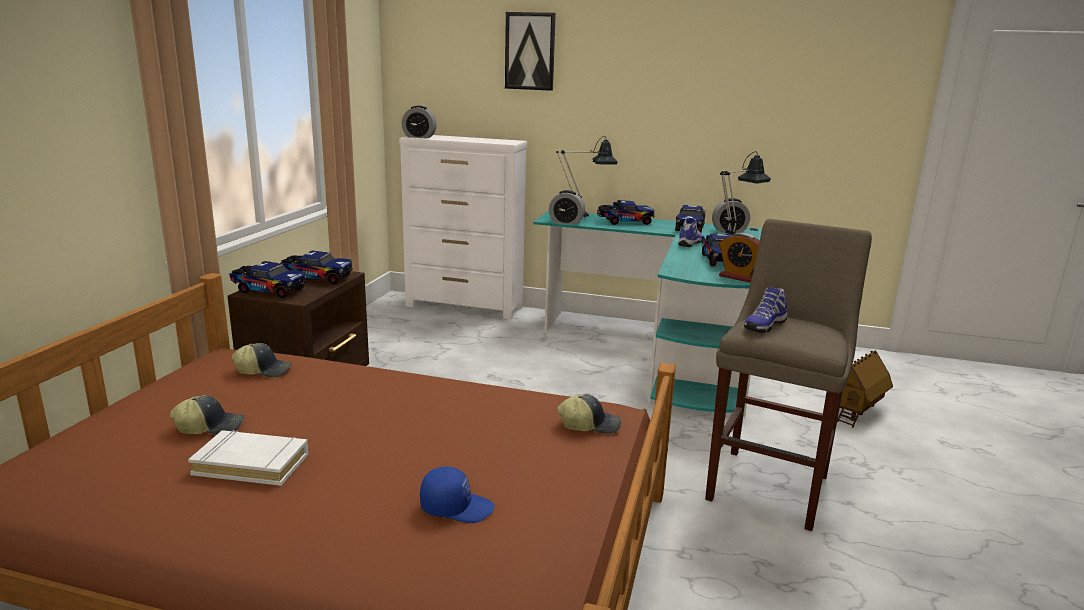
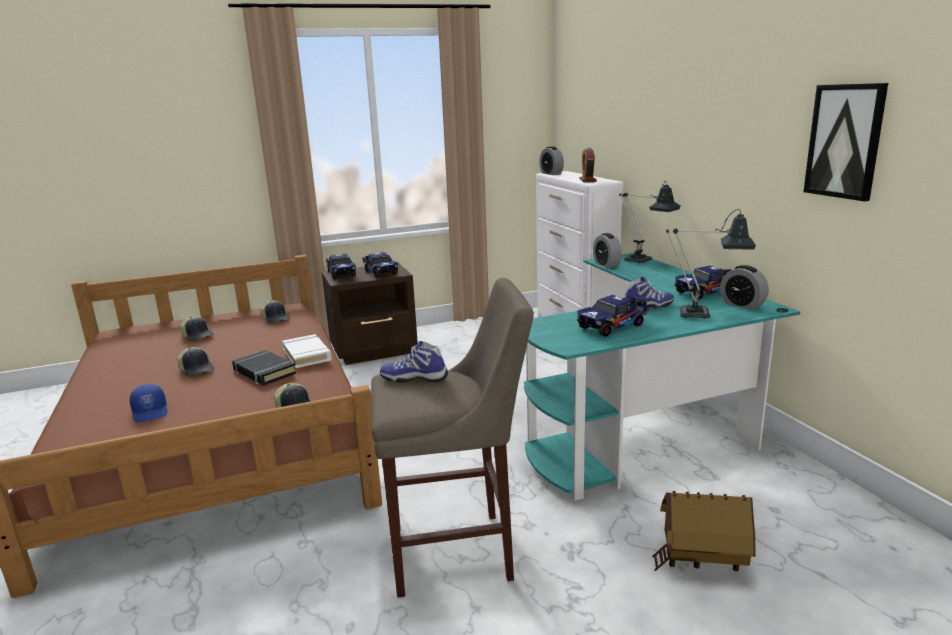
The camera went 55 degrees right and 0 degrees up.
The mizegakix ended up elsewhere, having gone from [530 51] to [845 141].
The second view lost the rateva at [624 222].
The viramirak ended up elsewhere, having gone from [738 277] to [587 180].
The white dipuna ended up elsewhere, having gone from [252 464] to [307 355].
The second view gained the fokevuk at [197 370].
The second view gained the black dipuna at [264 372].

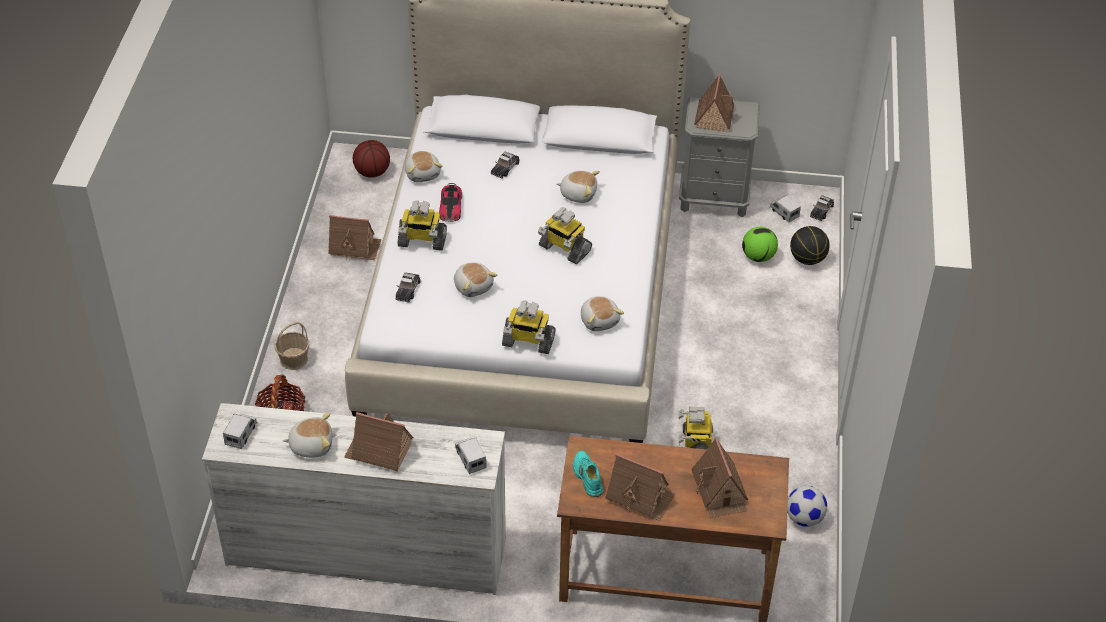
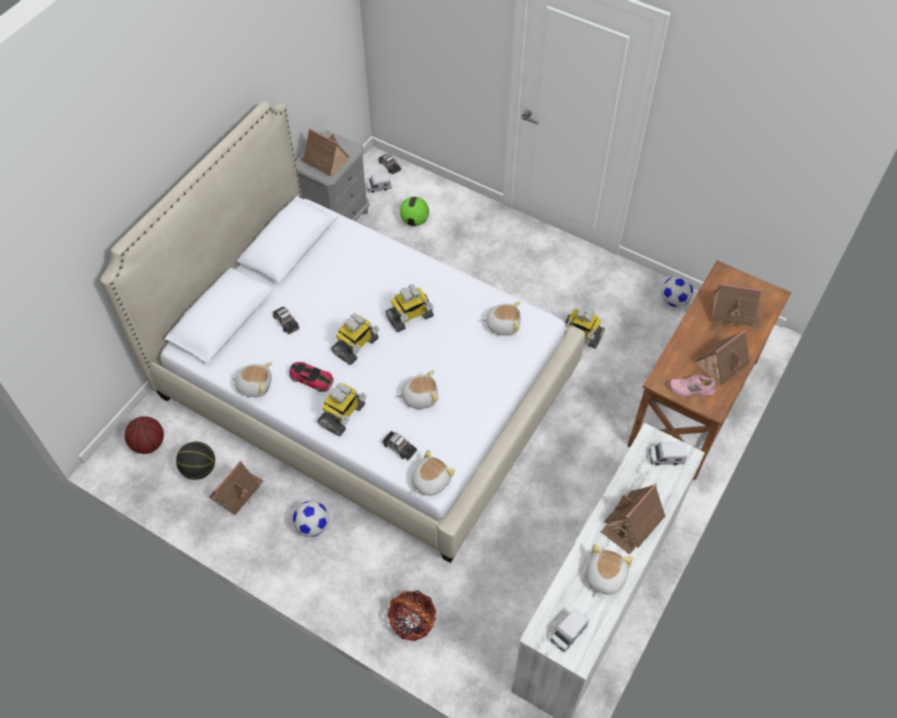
The camera went 65 degrees left and 10 degrees up.
The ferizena ended up elsewhere, having gone from [578 193] to [430 481].
The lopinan ended up elsewhere, having gone from [807 259] to [199 469].
The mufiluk ended up elsewhere, having gone from [528 342] to [356 346].
The second view lost the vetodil at [293 359].
The rateva at [241 434] ended up facing another way, 90 degrees counterclockwise from before.
What was the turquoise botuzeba at [587 477] turned into the pink botuzeba at [691 389].
The second view gained the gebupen at [312 526].

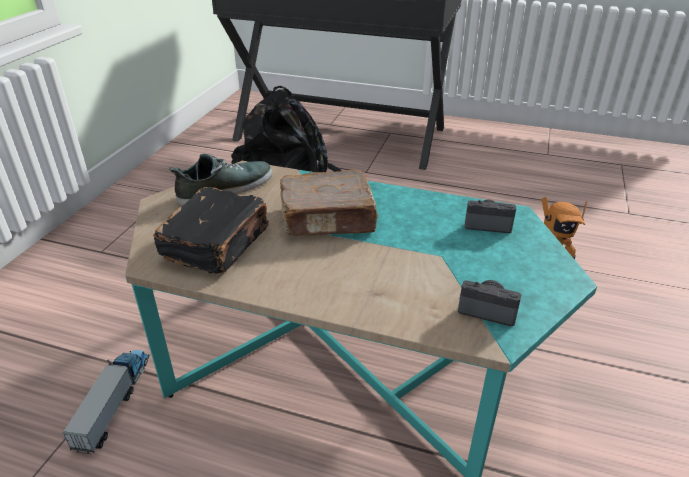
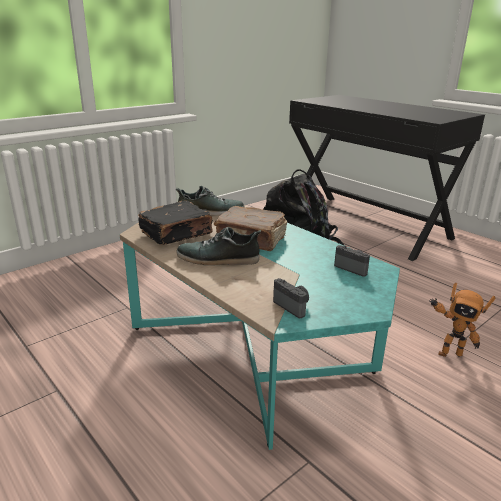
The camera went 30 degrees right and 10 degrees down.
The second view lost the rateva at [115 402].
The second view gained the botuzeba at [218 259].

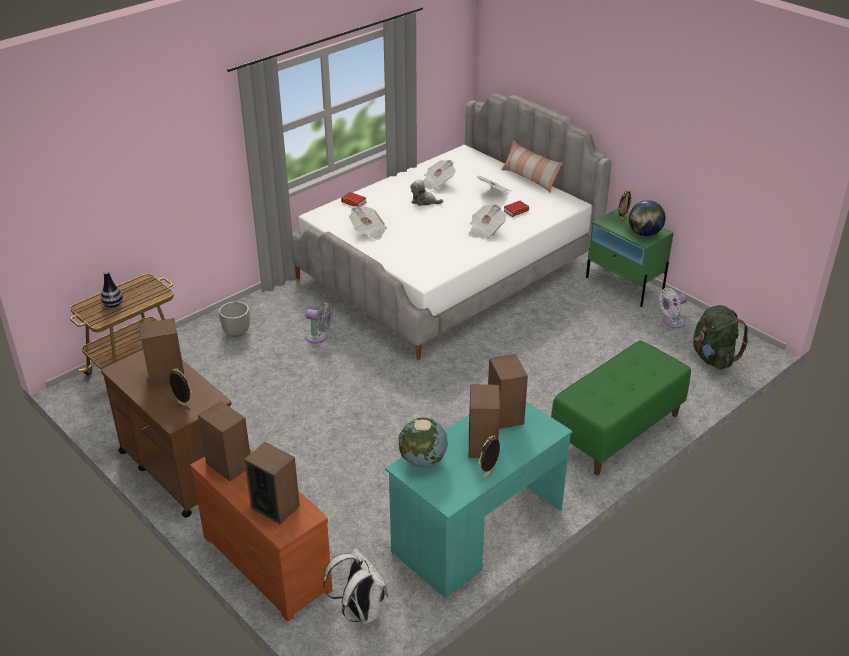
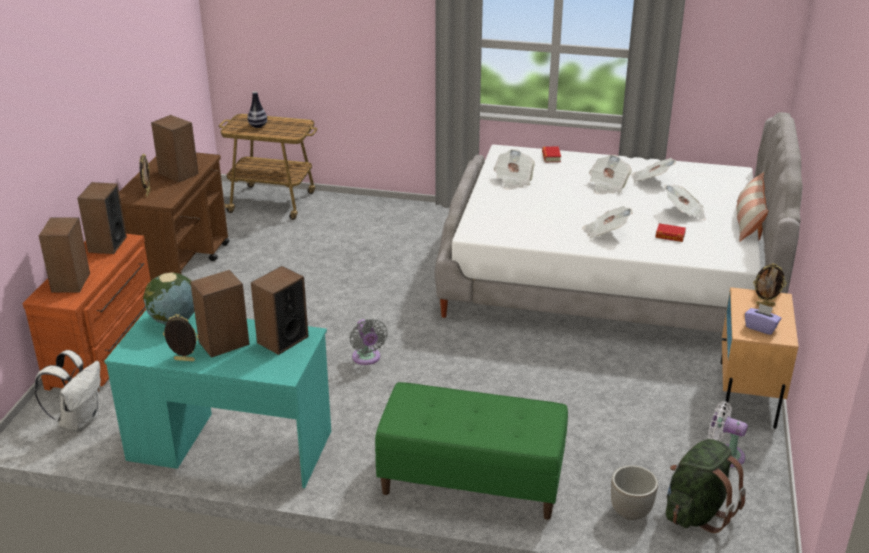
The camera went 55 degrees right and 5 degrees down.
Where the ferizena stood at [424 201], the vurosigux came to stand at [607 186].
Where the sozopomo stood at [644 233], the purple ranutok came to stand at [761 327].
What was the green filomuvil at [624 285] turned into the beige filomuvil at [747 394].
The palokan ended up elsewhere, having gone from [236 332] to [630 511].
The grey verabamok ended up elsewhere, having gone from [319 337] to [367 358].

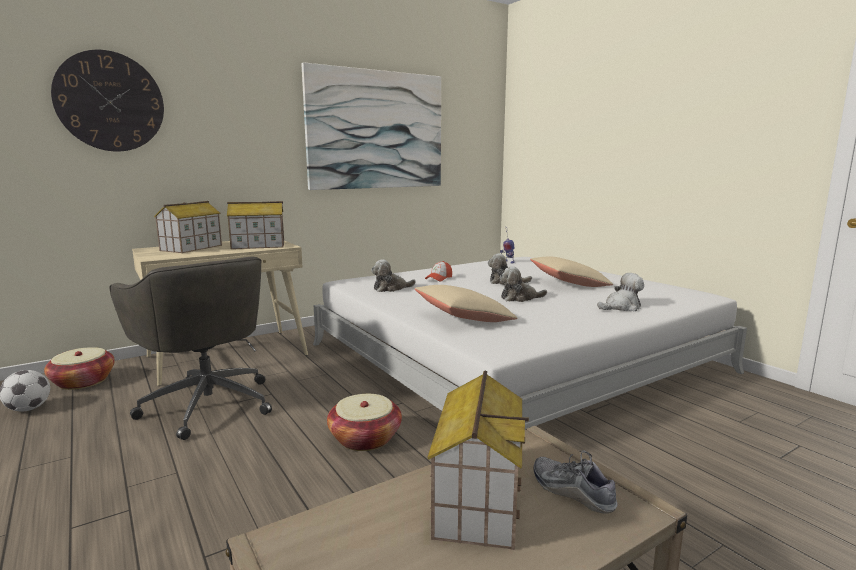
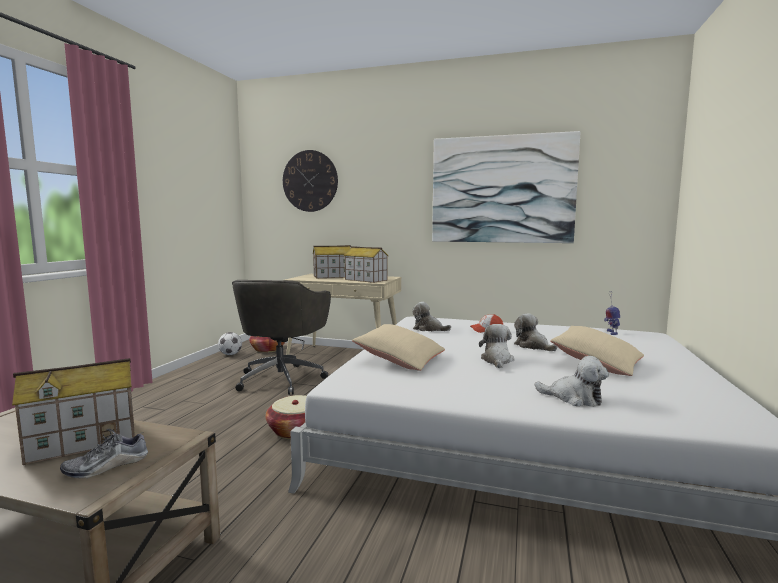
The camera went 50 degrees right and 5 degrees down.
The ferizena at [519 298] ended up facing another way, 60 degrees clockwise from before.
The botuzeba at [572 491] ended up facing another way, 135 degrees counterclockwise from before.

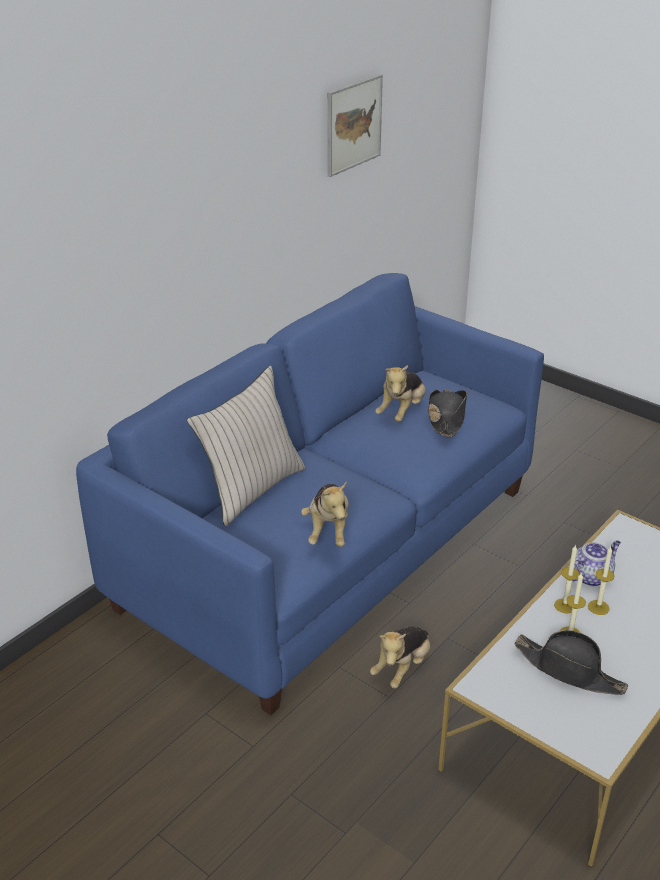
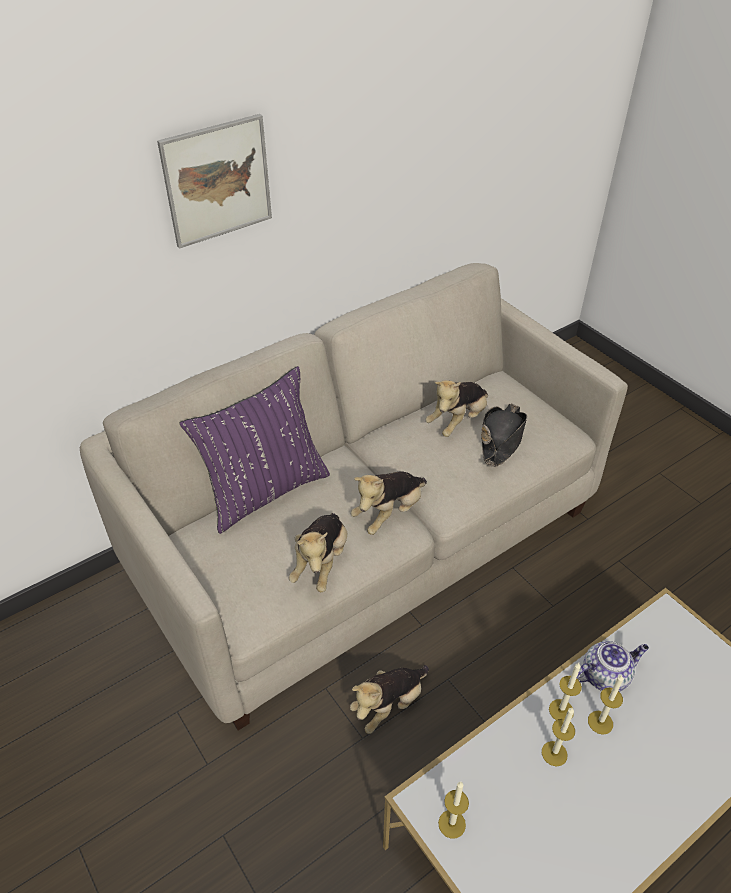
The camera went 15 degrees right and 10 degrees up.
The mizegakix ended up elsewhere, having gone from [353 124] to [217 181].
What was the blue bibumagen at [330 547] turned into the beige bibumagen at [366 540].
What was the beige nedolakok at [251 489] turned into the purple nedolakok at [265 491].
The second view lost the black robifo at [569 670].
The second view gained the ferizena at [389 513].
The second view gained the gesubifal at [452 824].

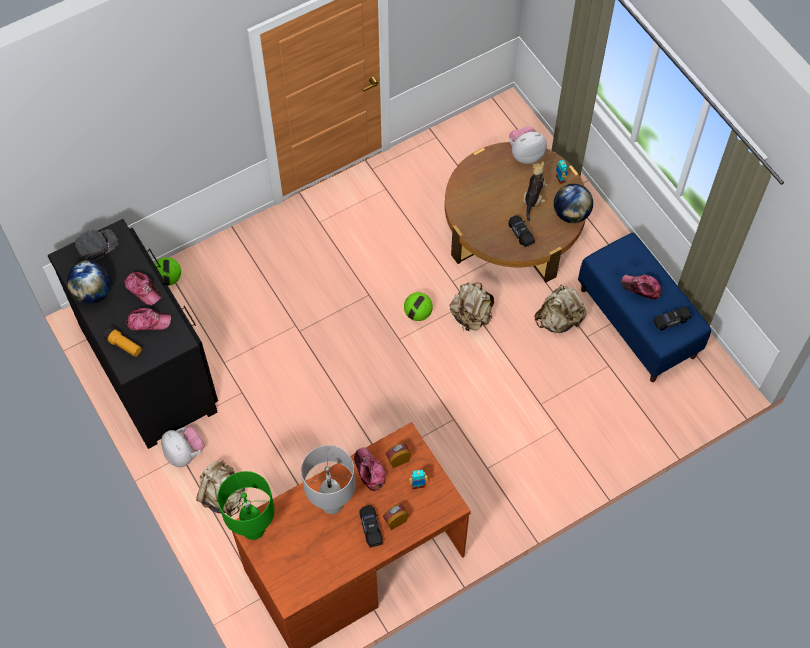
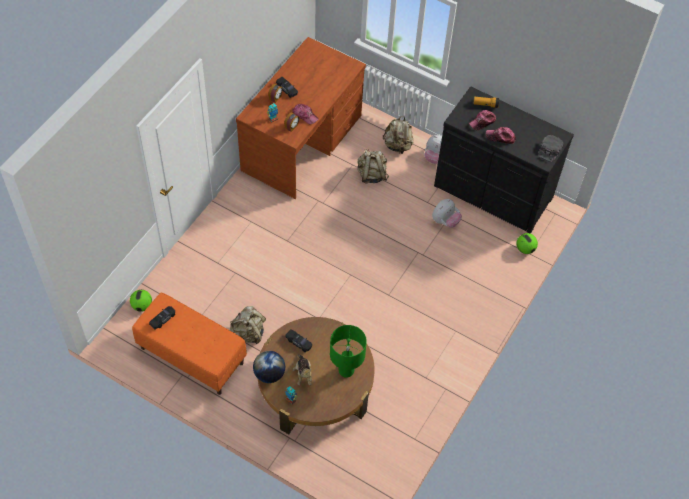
The camera went 150 degrees right and 5 degrees down.
The ferizena ended up elsewhere, having gone from [525 154] to [445 221].
What was the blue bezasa at [638 323] turned into the orange bezasa at [191 356].
The second view lost the sozopomo at [94 292].
The second view lost the fokevuk at [641 288].
The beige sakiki ended up elsewhere, having gone from [471 317] to [371 175].
The gebupen ended up elsewhere, having gone from [418 313] to [142 306].
The second view lost the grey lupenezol at [331 504].
The green lupenezol ended up elsewhere, having gone from [254 529] to [346 371].

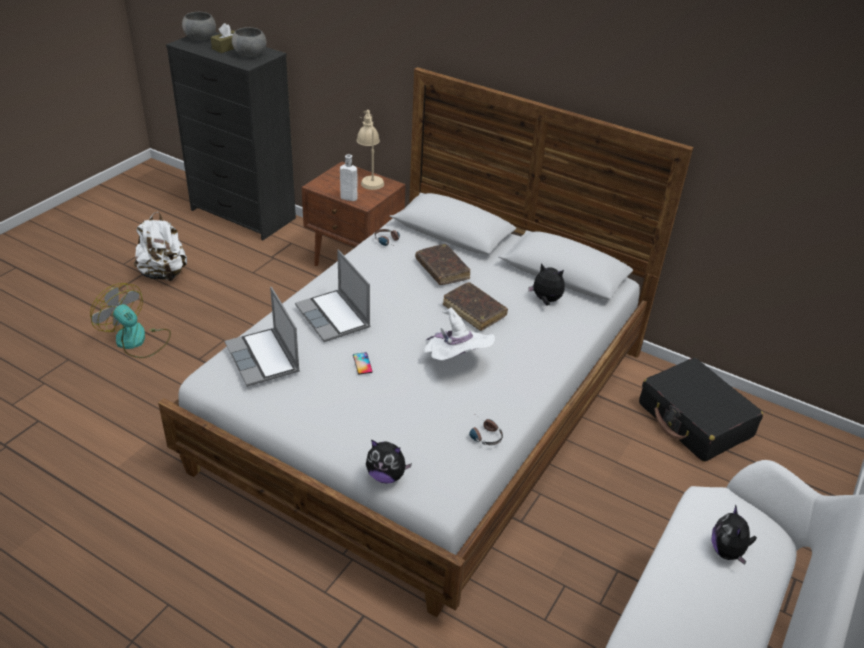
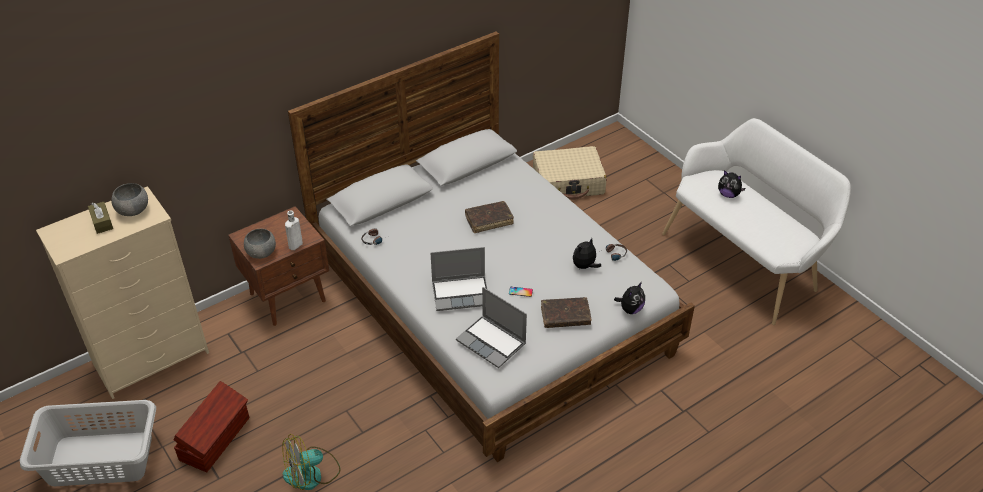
The camera went 65 degrees left and 5 degrees up.
The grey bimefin ended up elsewhere, having gone from [200 38] to [261 252].
What was the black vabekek at [244 214] turned into the beige vabekek at [152 358].
The second view lost the beige lupenezol at [369 178].
Where the white sakiki stood at [164 274], the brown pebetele came to stand at [216 438].
The brown dipuna ended up elsewhere, having gone from [442 270] to [565 316].
The ferizena ended up elsewhere, having gone from [546 300] to [584 266].
The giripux at [264 359] ended up facing another way, 45 degrees clockwise from before.
The second view lost the white robifo at [456 361].
What was the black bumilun at [695 420] turned into the beige bumilun at [568 182].
The second view gained the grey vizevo at [100 458].

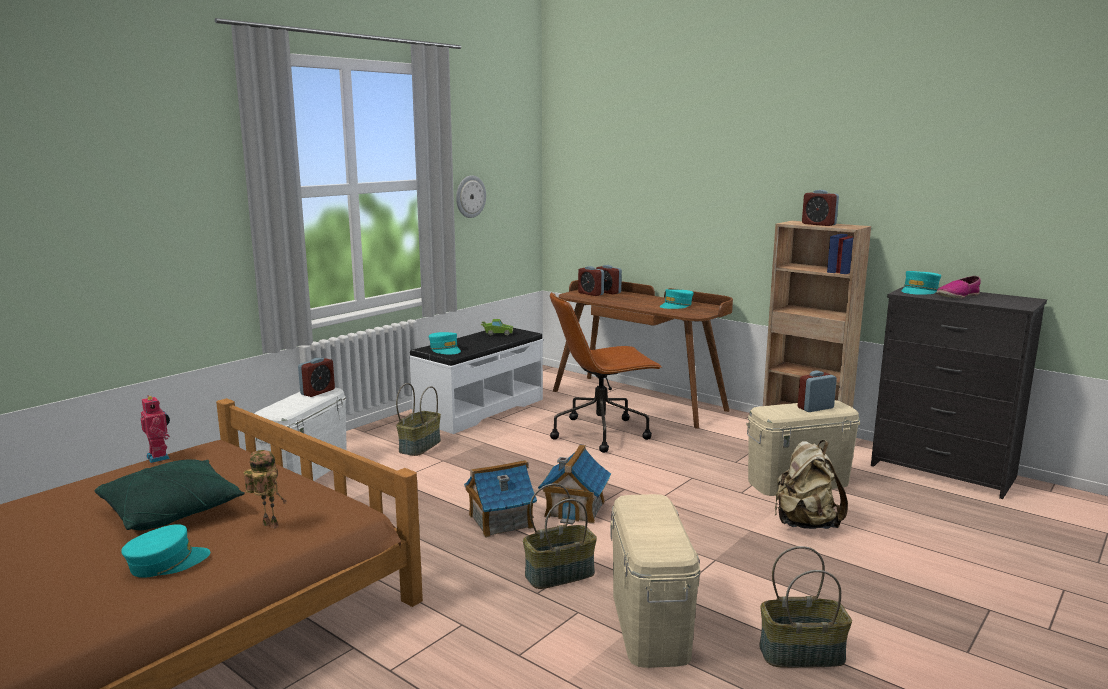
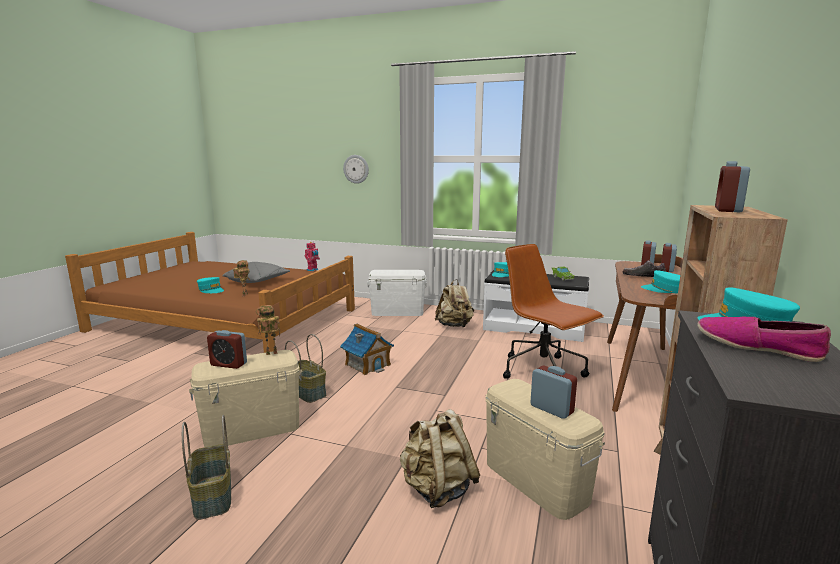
The camera went 70 degrees right and 0 degrees up.
The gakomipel ended up elsewhere, having gone from [470 196] to [356 169].
The viramirak ended up elsewhere, having gone from [317 392] to [228 364].
Where the vetodil stood at [419 446], the beige sakiki came to stand at [454 326].
The second view lost the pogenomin at [575 509].
What was the green nedolakok at [172 511] turned into the grey nedolakok at [257 282].
The second view gained the botuzeba at [643 276].
The second view gained the mufiluk at [271 354].

